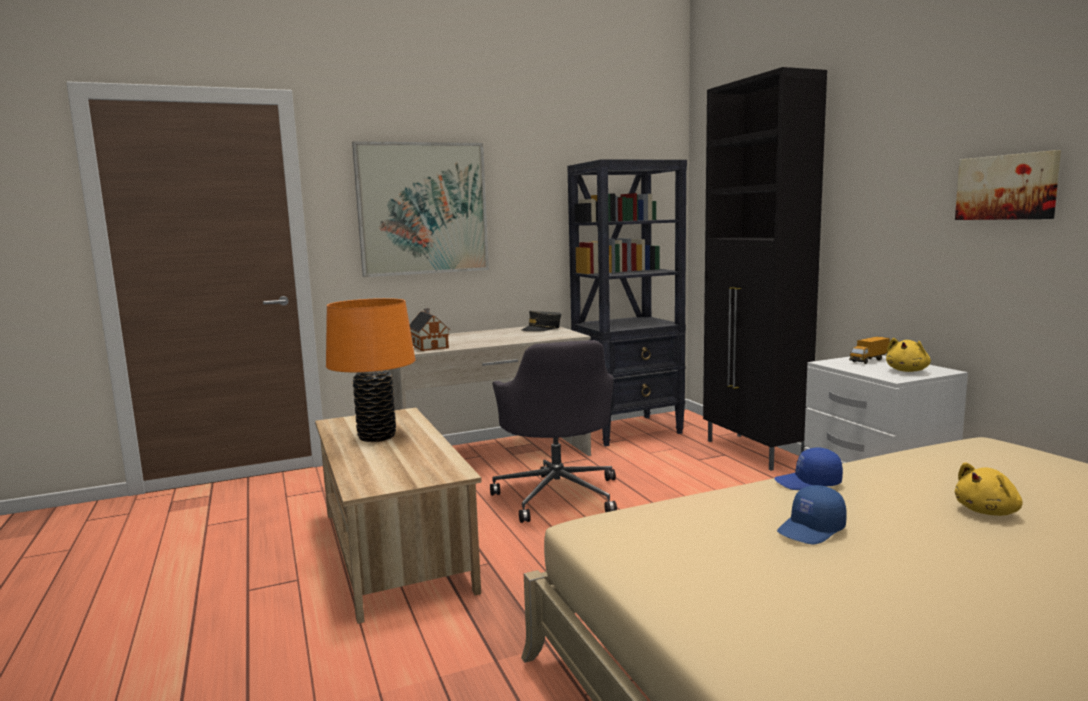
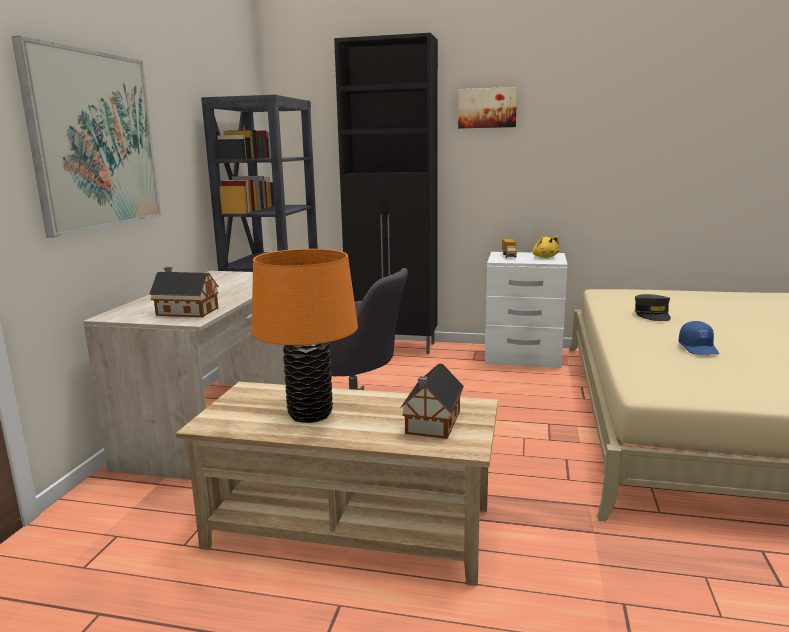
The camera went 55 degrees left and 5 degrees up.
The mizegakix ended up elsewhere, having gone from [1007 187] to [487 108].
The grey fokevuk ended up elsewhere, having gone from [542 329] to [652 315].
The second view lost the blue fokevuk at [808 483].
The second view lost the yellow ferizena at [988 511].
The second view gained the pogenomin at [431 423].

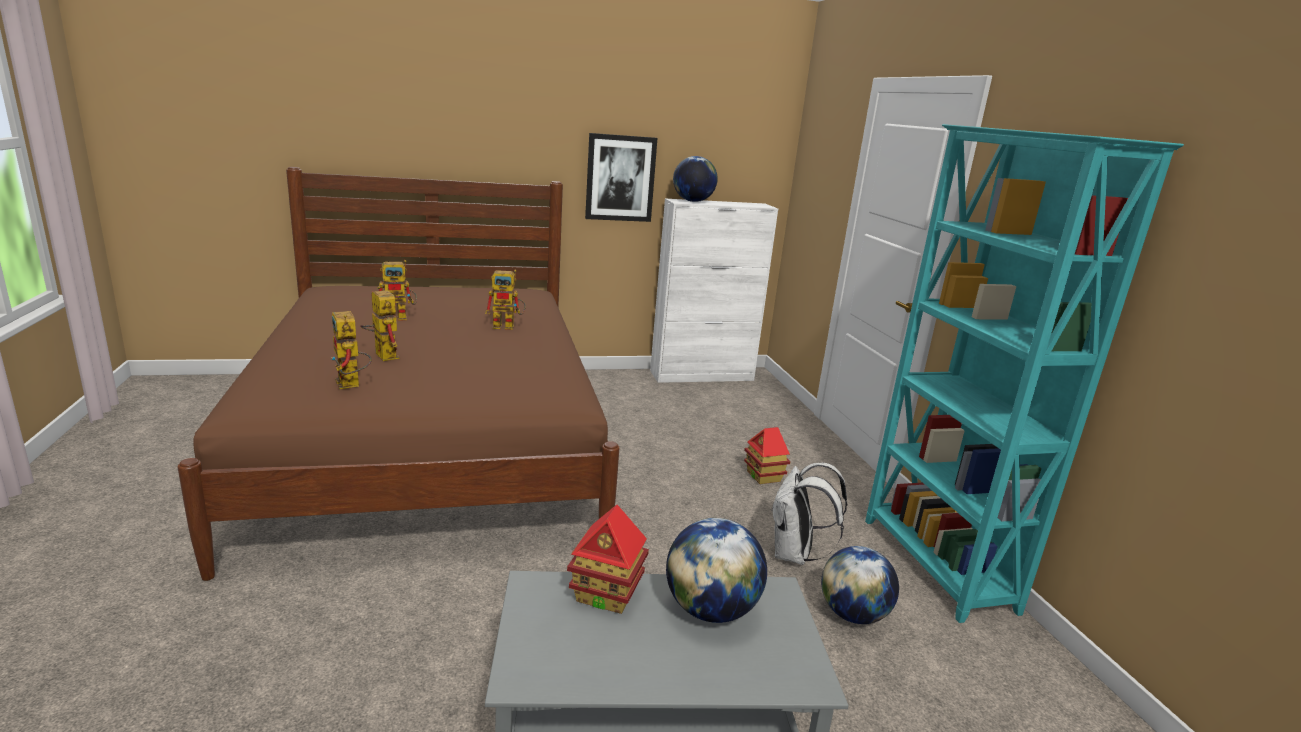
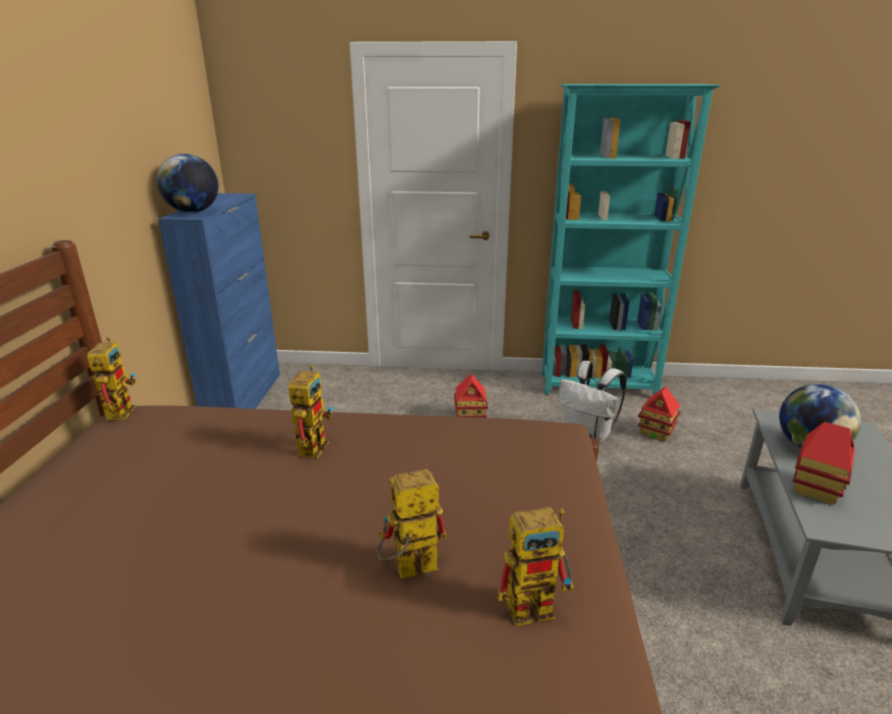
The camera went 70 degrees left and 5 degrees up.
The second view lost the mizegakix at [620 178].
What was the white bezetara at [702 375] turned into the blue bezetara at [244 399].
The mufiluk ended up elsewhere, having gone from [401 317] to [120 409].
Where the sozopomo stood at [852 614], the pogenomin came to stand at [656 432].

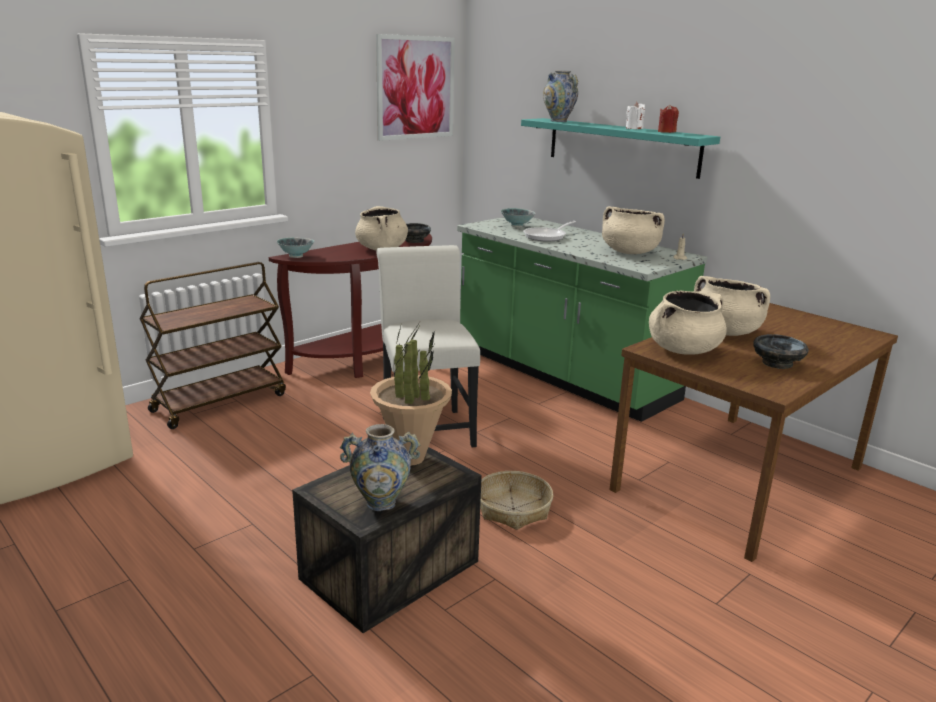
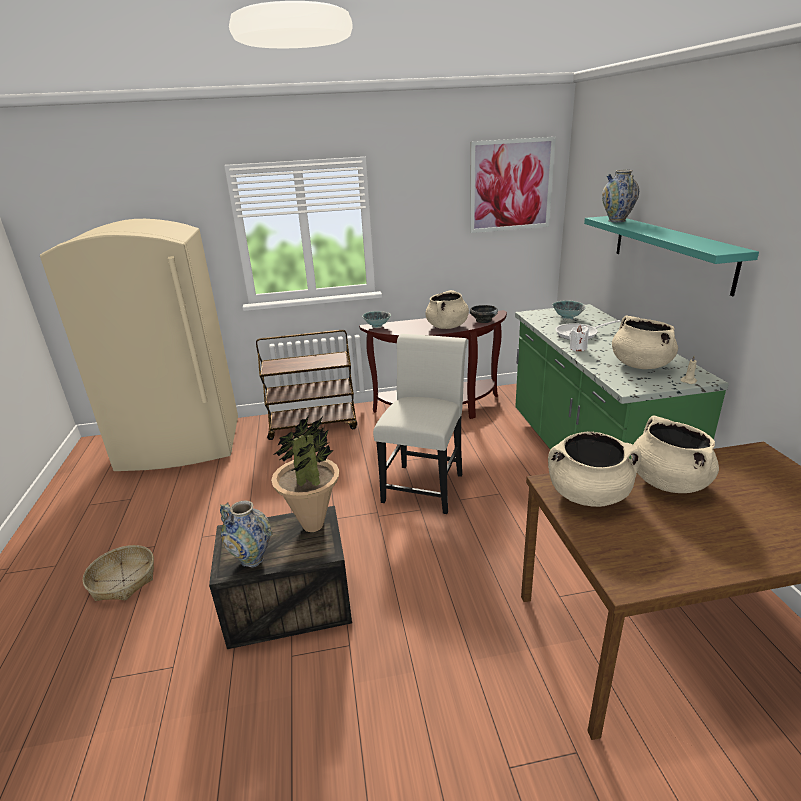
The camera went 35 degrees right and 5 degrees up.
The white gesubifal ended up elsewhere, having gone from [634 128] to [577 348].
The second view lost the red gesubifal at [666 132].
The second view lost the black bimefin at [776 363].
The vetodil ended up elsewhere, having gone from [513 509] to [123 581].

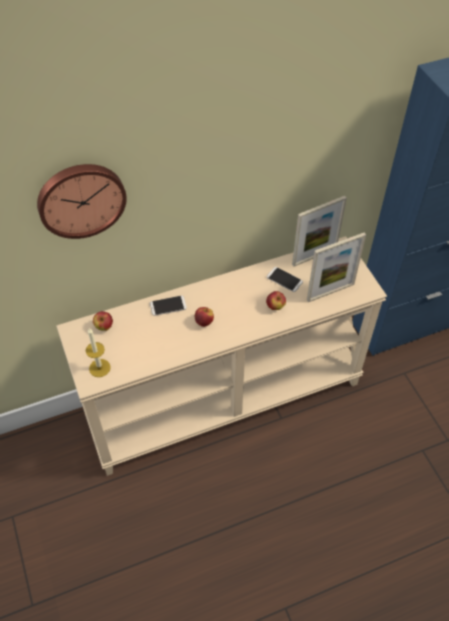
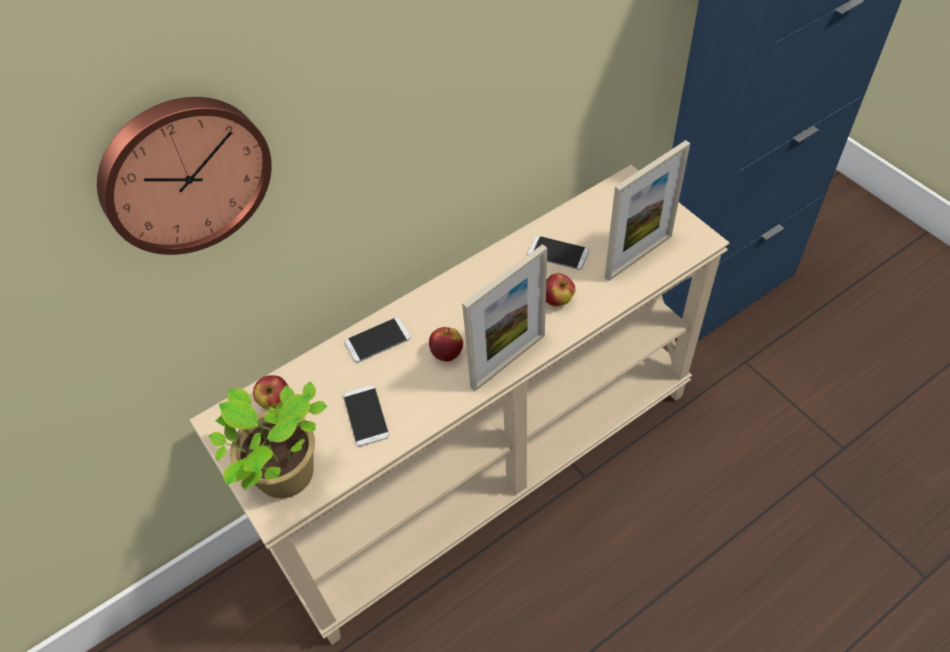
The camera went 10 degrees left and 0 degrees up.
The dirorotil ended up elsewhere, having gone from [314 256] to [508 361].
Where the gesubifal stood at [99 368], the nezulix came to stand at [286 477].
The second view gained the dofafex at [366 416].

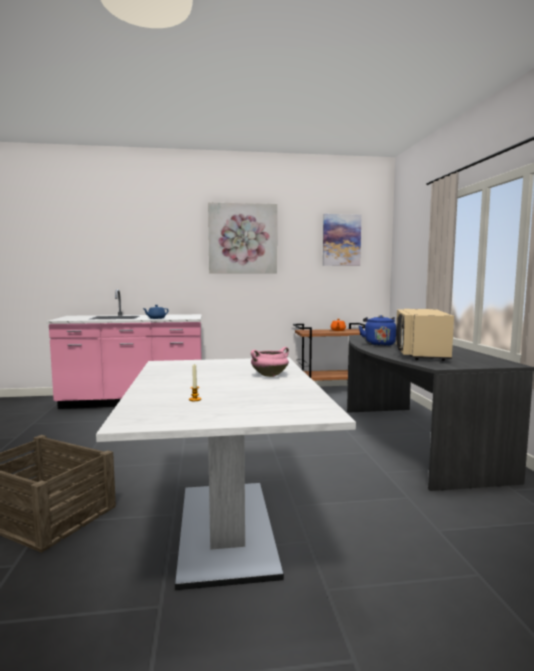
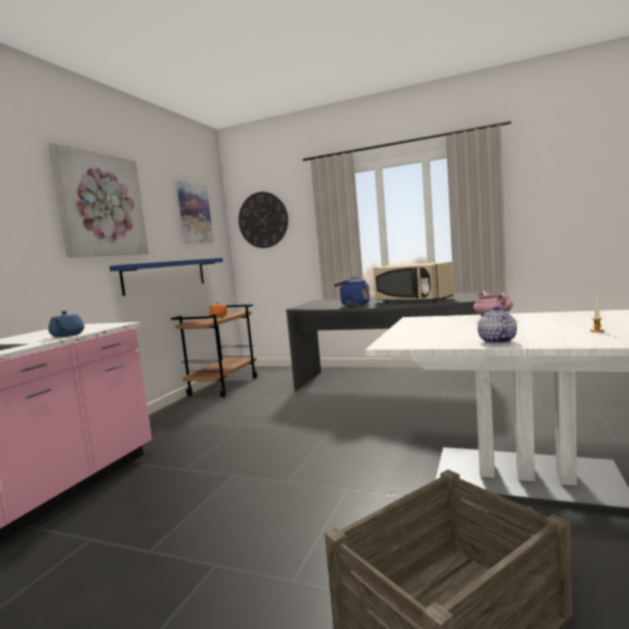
The camera went 60 degrees left and 0 degrees up.
The second view gained the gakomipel at [263 220].
The second view gained the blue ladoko at [166 275].
The second view gained the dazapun at [496 341].

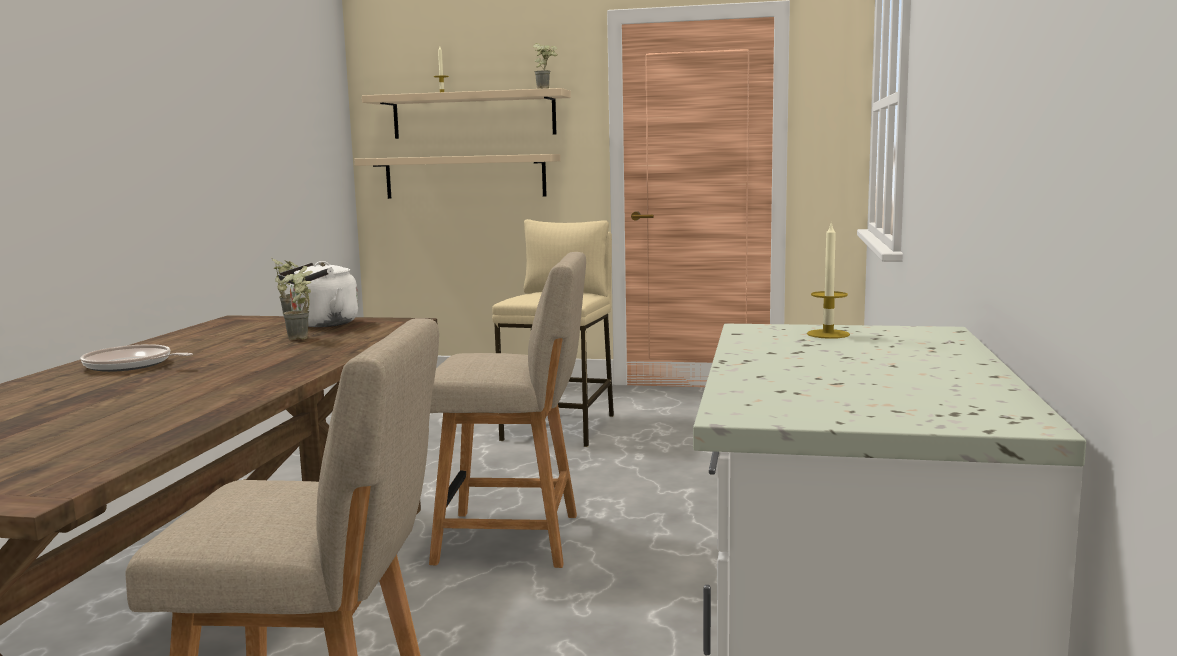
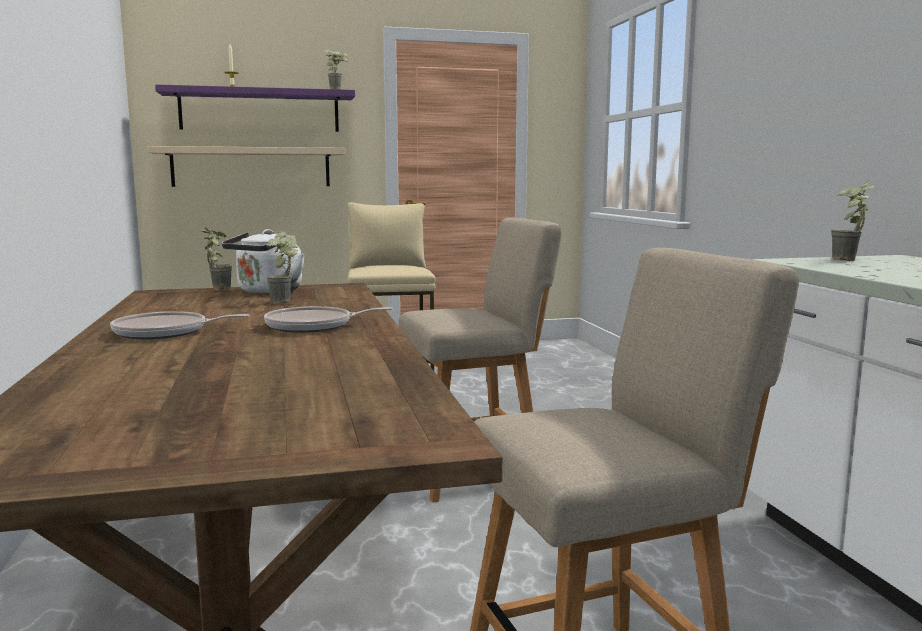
The camera went 25 degrees left and 0 degrees up.
What was the beige ladoko at [473 115] turned into the purple ladoko at [260 111].
Where the gesubifal stood at [828 334], the nezulix came to stand at [848 261].
The second view gained the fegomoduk at [313 326].

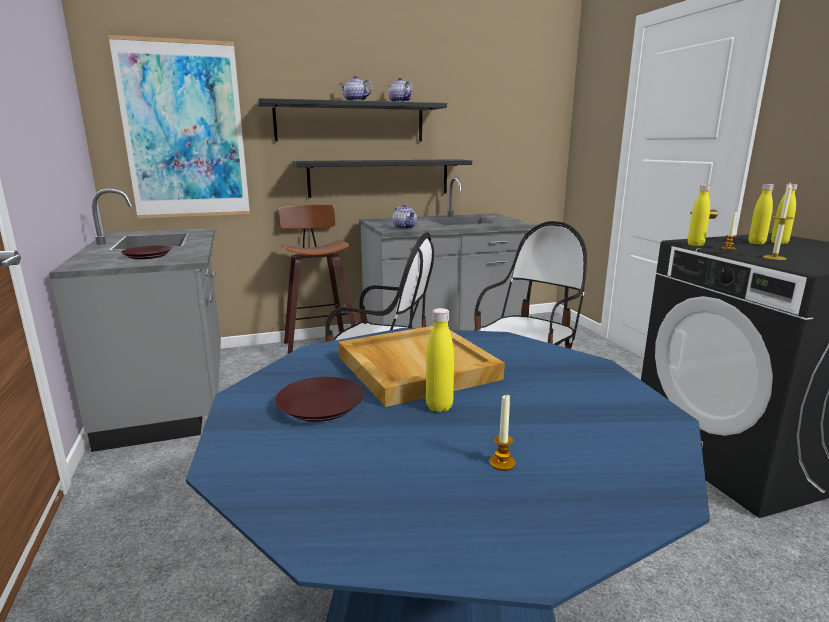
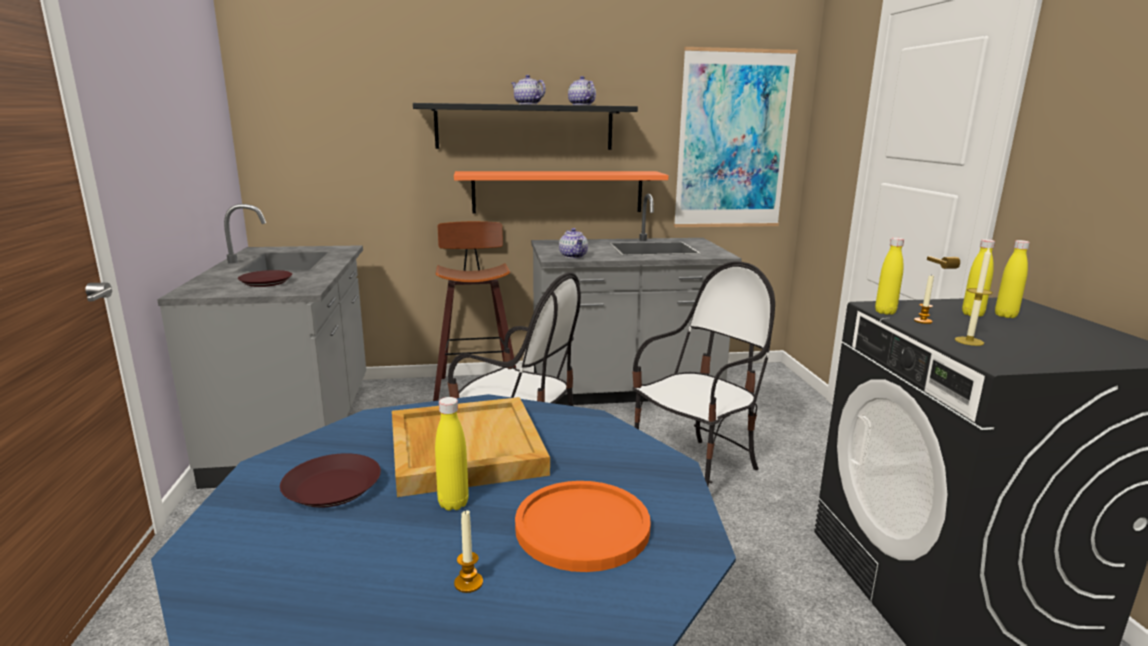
The camera went 10 degrees right and 0 degrees up.
The mizegakix ended up elsewhere, having gone from [185 131] to [732 140].
What was the black ladoko at [379 178] turned into the orange ladoko at [558 192].
The second view gained the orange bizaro at [582 527].

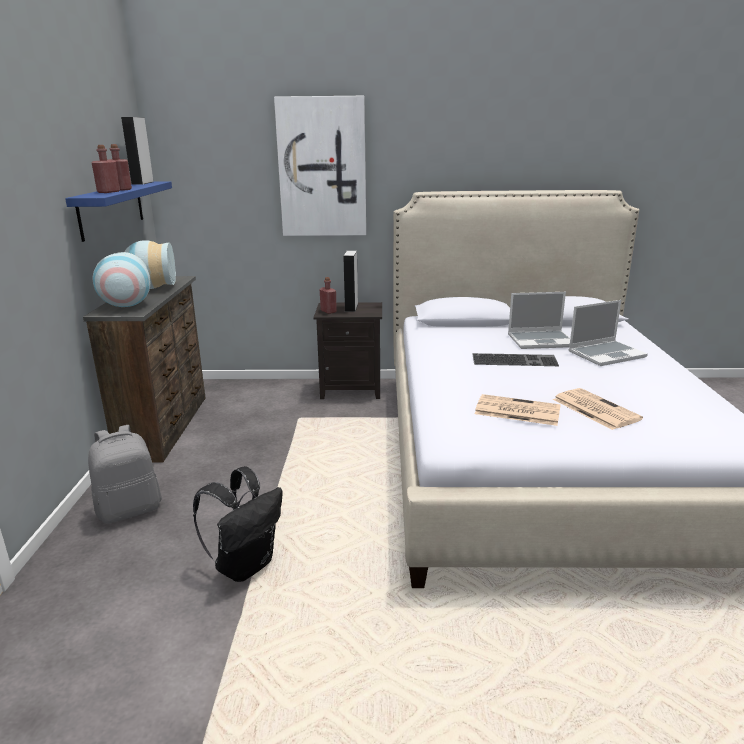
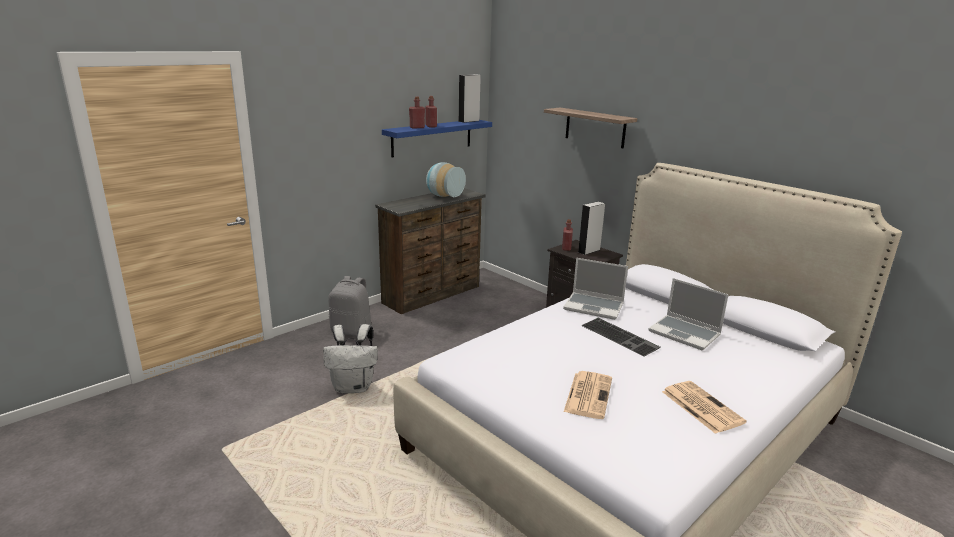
The camera went 45 degrees right and 0 degrees up.
Where the mizegakix hung at [322 168], the ladoko came to hang at [595 127].
The second view lost the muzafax at [126 305].
The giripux ended up elsewhere, having gone from [606 354] to [594 307].
The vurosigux ended up elsewhere, having gone from [516 411] to [700 406].
What was the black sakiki at [245 565] turned into the white sakiki at [354 387].

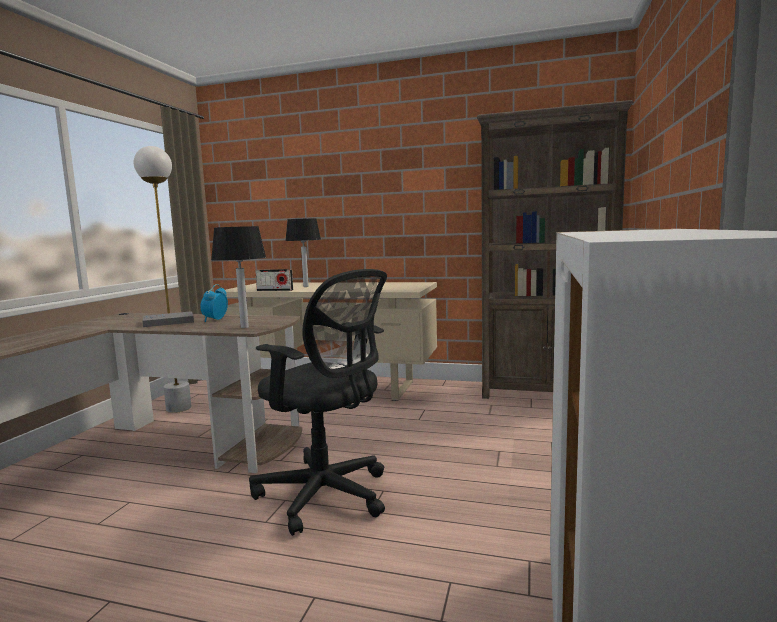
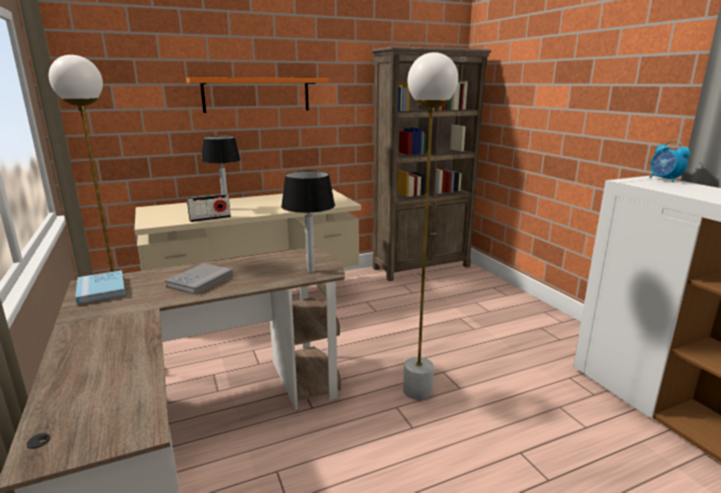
The camera went 40 degrees left and 10 degrees up.
Where the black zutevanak stood at [327 496], the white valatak came to stand at [417 391].
The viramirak ended up elsewhere, having gone from [215 320] to [664 180].
The second view gained the orange ladoko at [256 94].
The second view gained the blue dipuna at [101 289].

